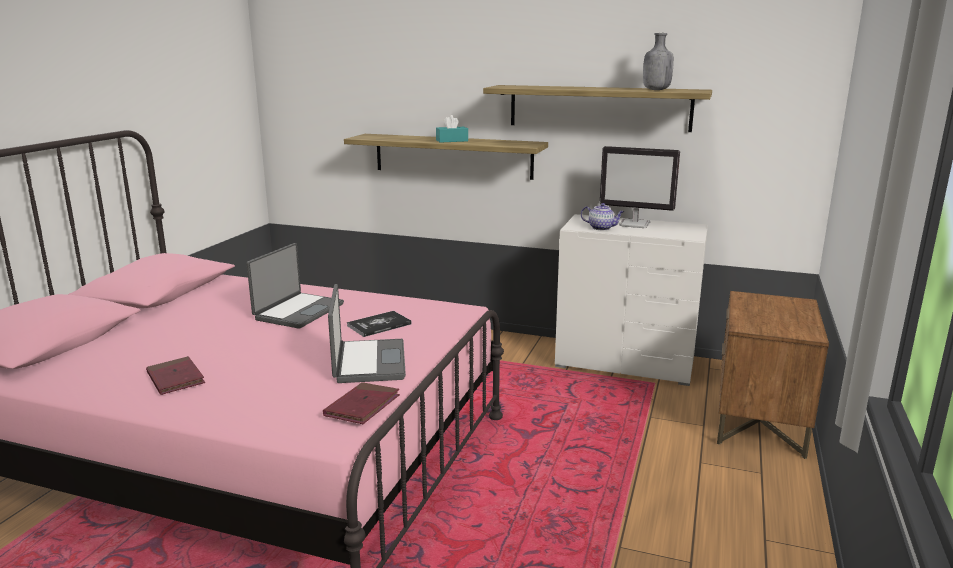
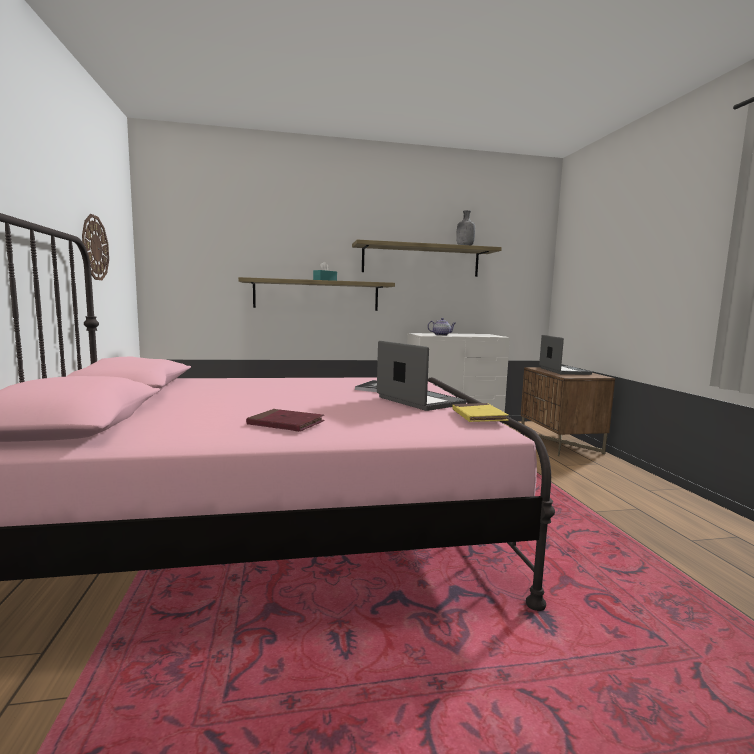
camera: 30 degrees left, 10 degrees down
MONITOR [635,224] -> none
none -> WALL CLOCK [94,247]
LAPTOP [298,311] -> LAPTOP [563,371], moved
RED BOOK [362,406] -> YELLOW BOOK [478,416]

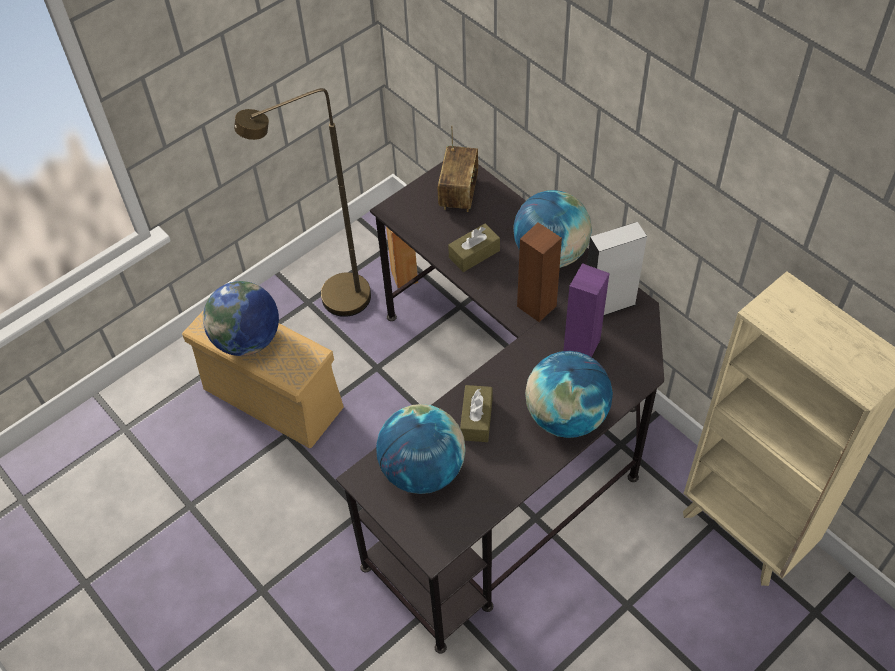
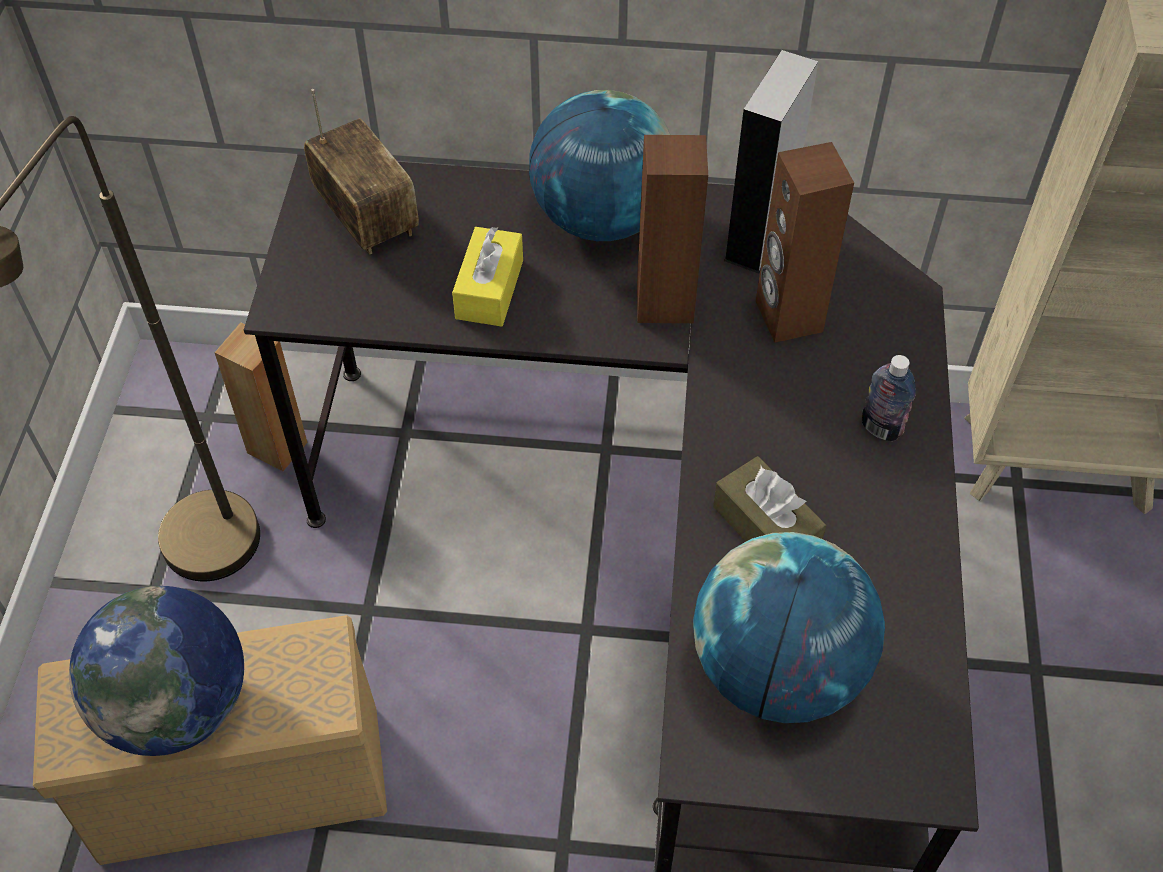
camera: 45 degrees left, 0 degrees up
GLOBE [566,416] -> BOTTLE [881,428]
BROWN TISSUE BOX [474,254] -> YELLOW TISSUE BOX [489,289]
PURPLE SPEAKER [581,346] -> BROWN SPEAKER [787,316]

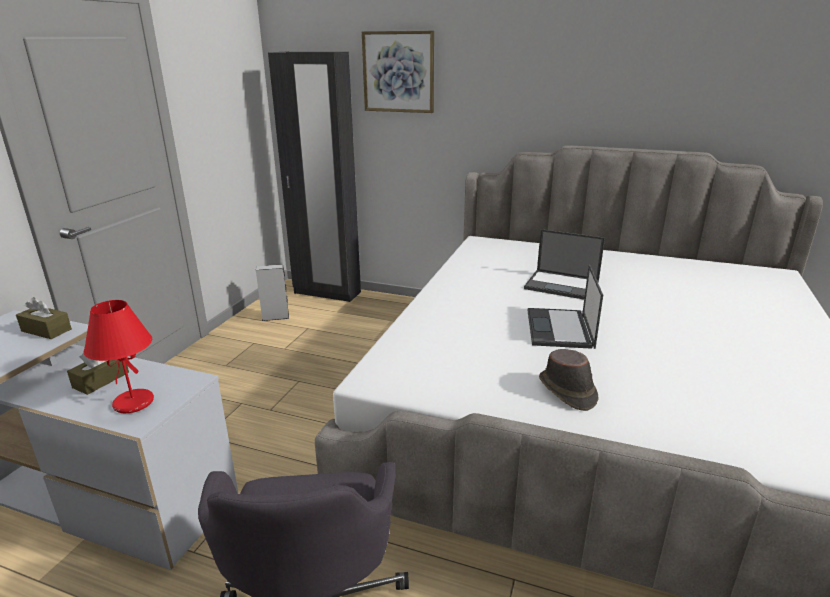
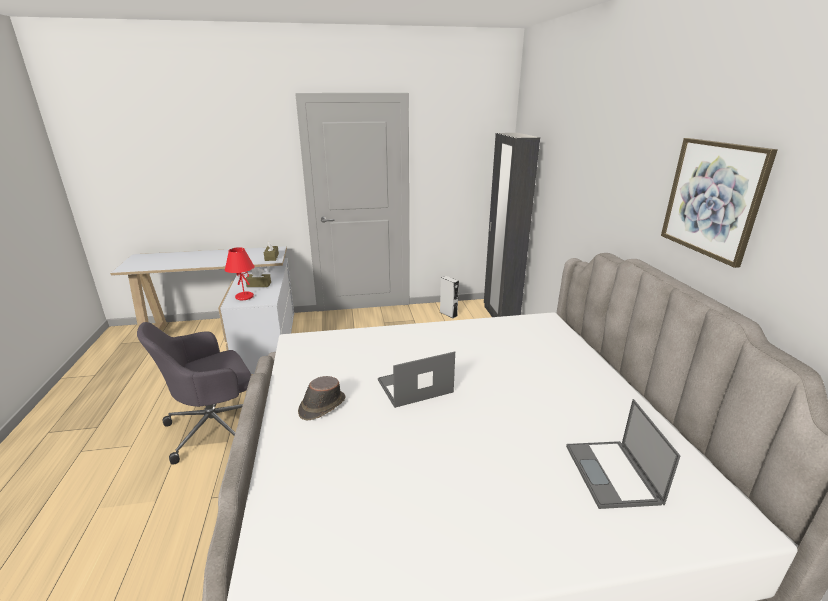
camera: 60 degrees right, 0 degrees up
PICTURE [398,72] -> PICTURE [713,199], moved
LAPTOP [562,285] -> LAPTOP [613,474], moved

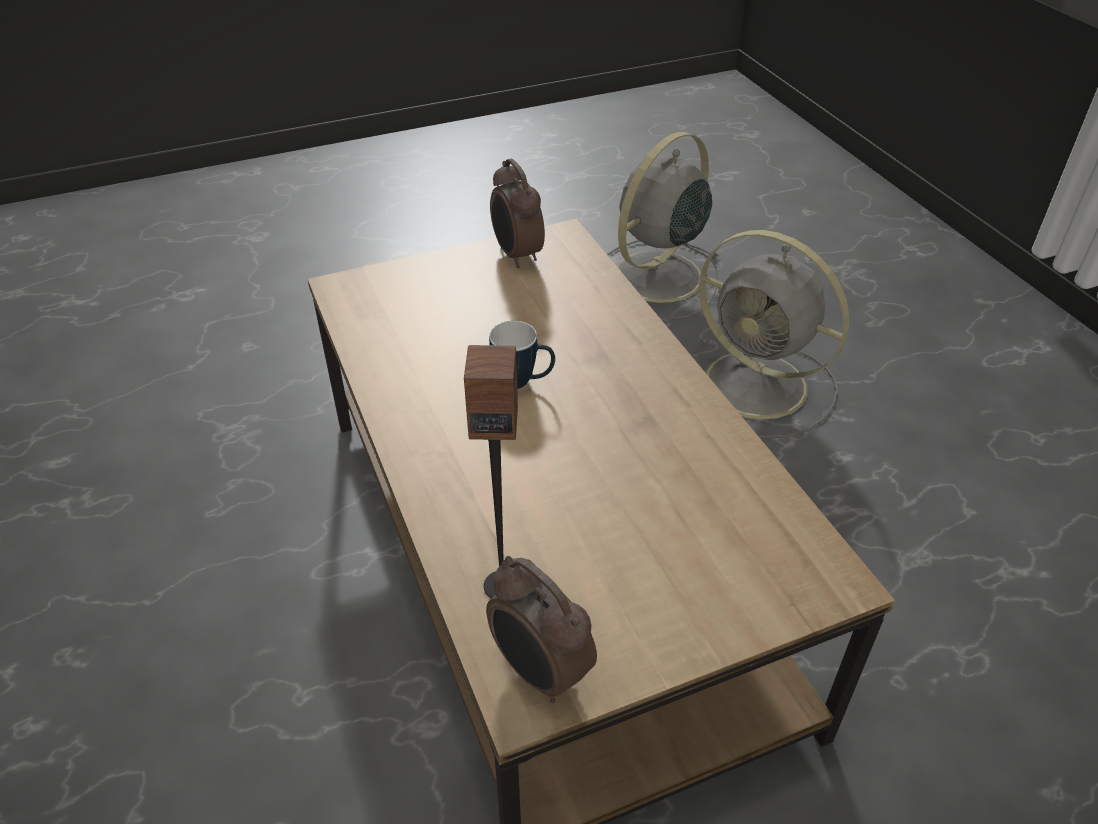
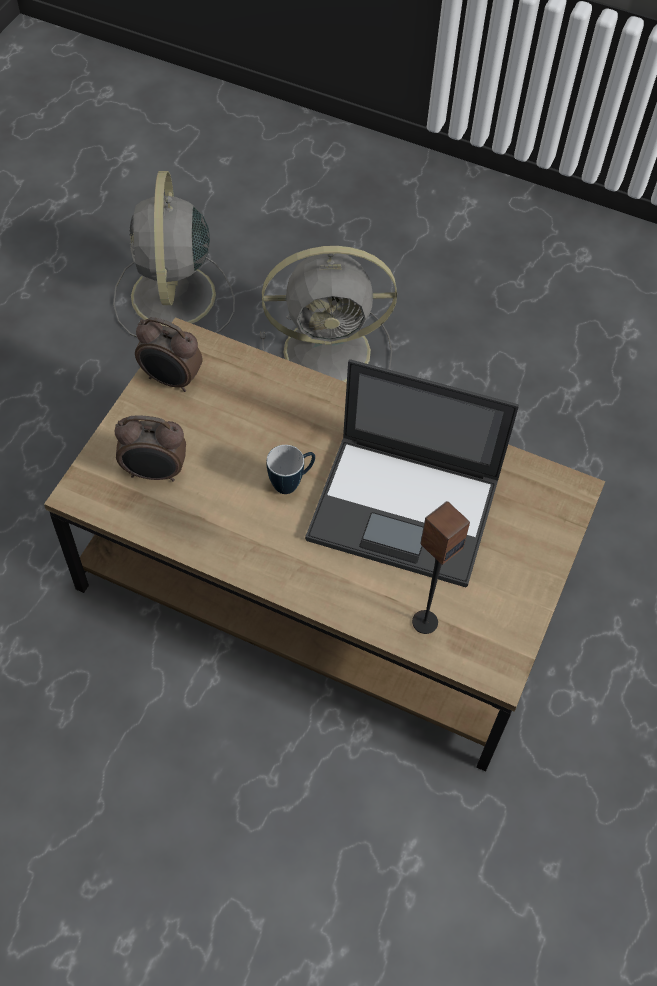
camera: 45 degrees left, 15 degrees up
none -> LAPTOP [406,509]
ALARM CLOCK [539,673] -> ALARM CLOCK [155,473], moved

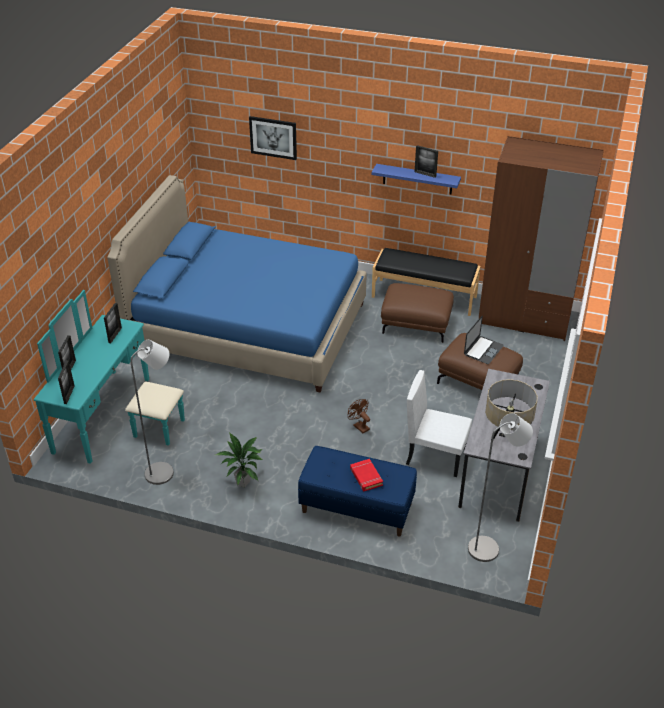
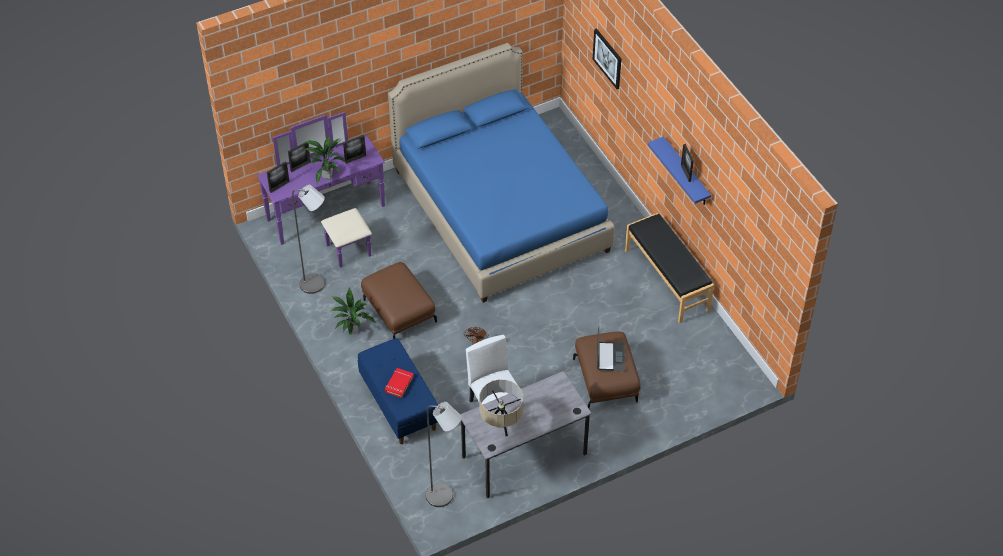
camera: 45 degrees right, 10 degrees up
BROWN WARDROBE [524,318] -> none
none -> POTTED PLANT [327,176]
BROWN OTTOMAN [415,324] -> BROWN OTTOMAN [398,311], moved
TURQUOISE DRESSER [115,417] -> PURPLE DRESSER [331,221]
LAPTOP [483,350] -> LAPTOP [610,356], 75 degrees counterclockwise

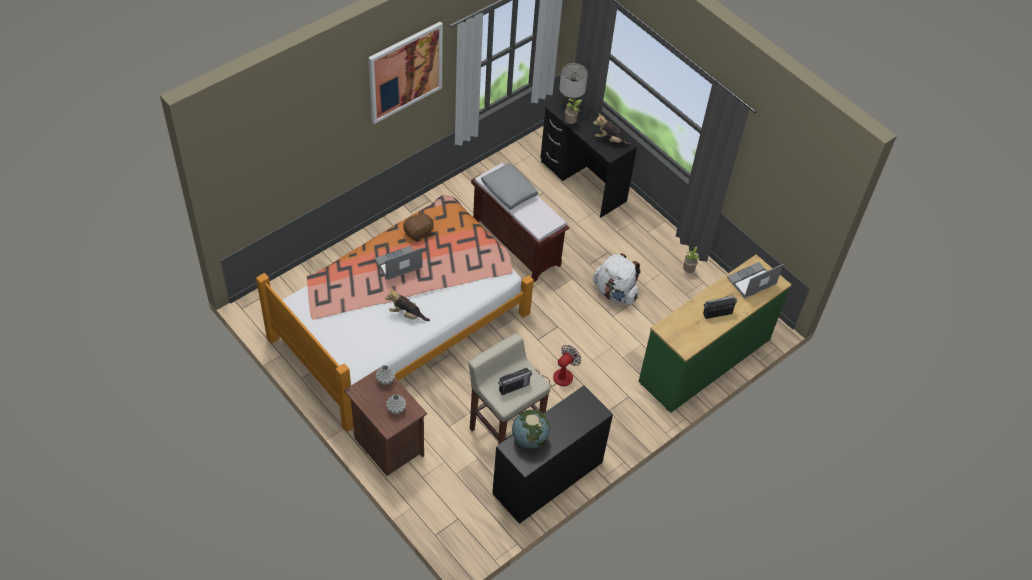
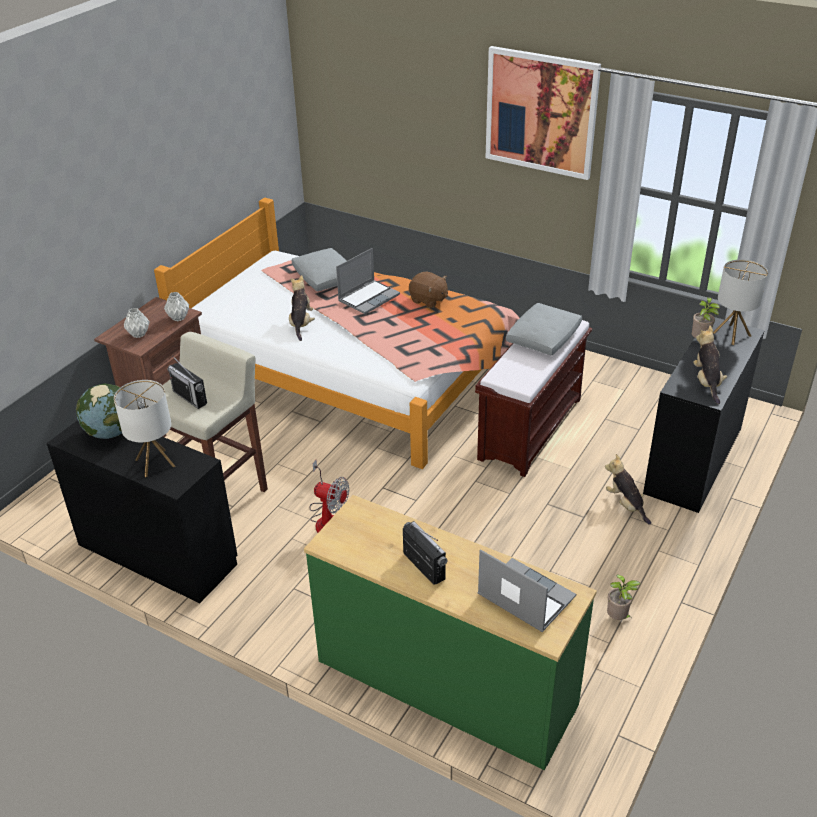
camera: 75 degrees right, 15 degrees down
WHITE BACKPACK [615,292] -> none
none -> TABLE LAMP [155,463]
none -> GREY PILLOW [324,278]
none -> PLUSH TOY [626,505]
LAPTOP [398,265] -> LAPTOP [368,298], 90 degrees clockwise

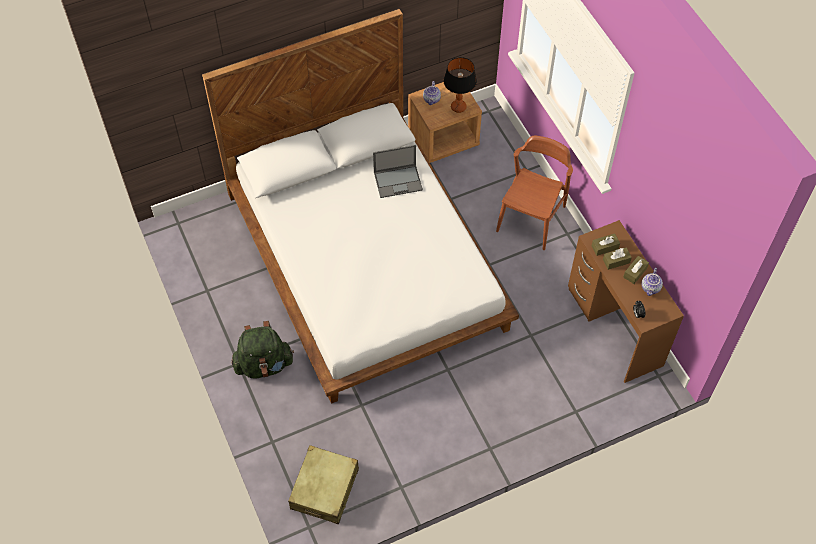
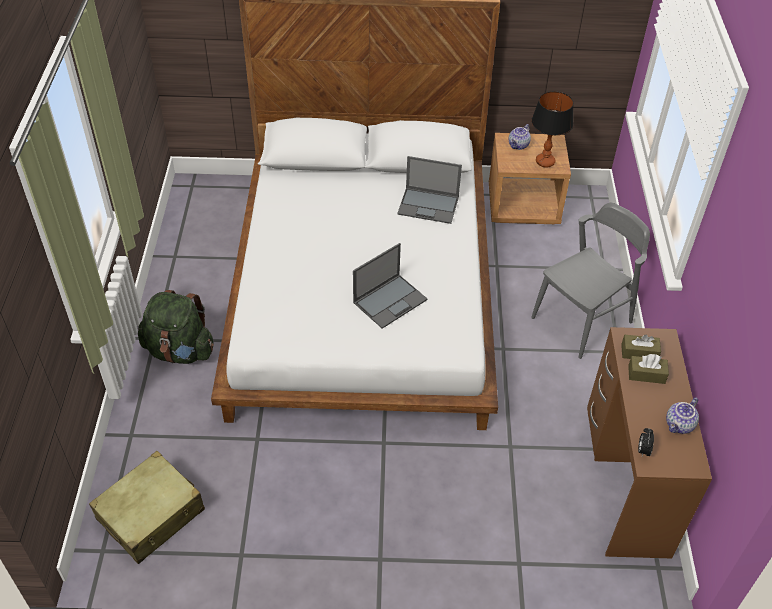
camera: 25 degrees right, 10 degrees down
BROWN TISSUE BOX [635,272] -> none
none -> LAPTOP [390,300]
BROWN CHAIR [531,218] -> GREY CHAIR [582,320]

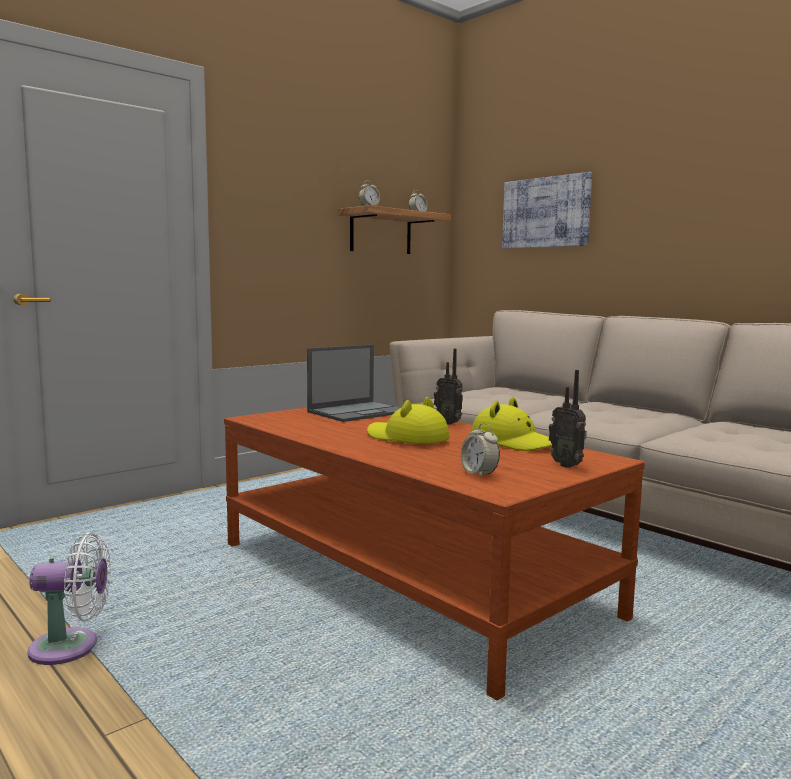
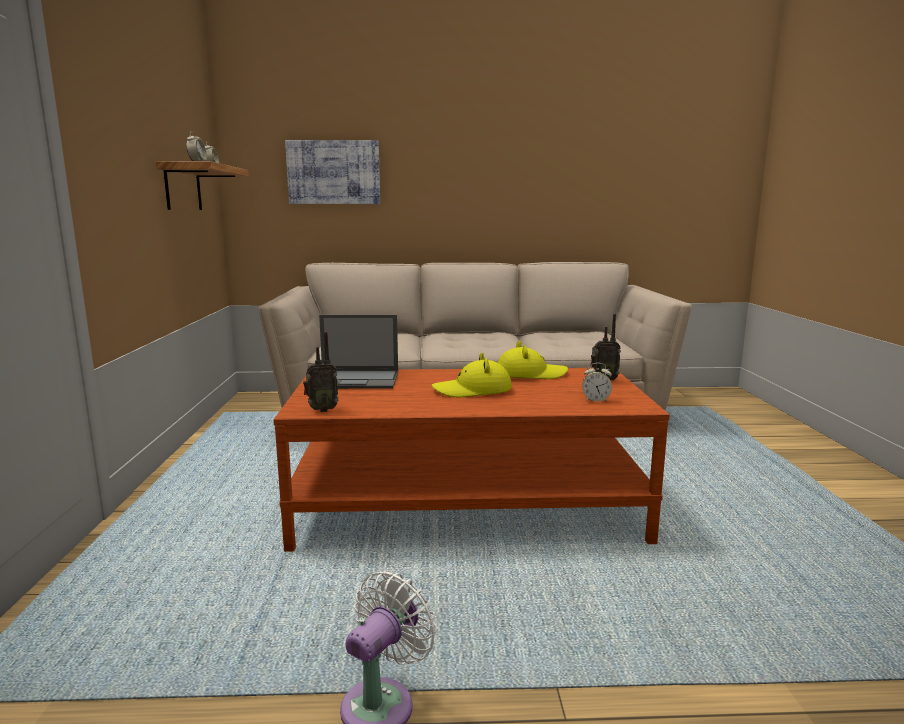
camera: 50 degrees left, 5 degrees up
RADIO [449,423] -> RADIO [321,410], moved
LAPTOP [359,412] -> LAPTOP [357,380], 90 degrees clockwise

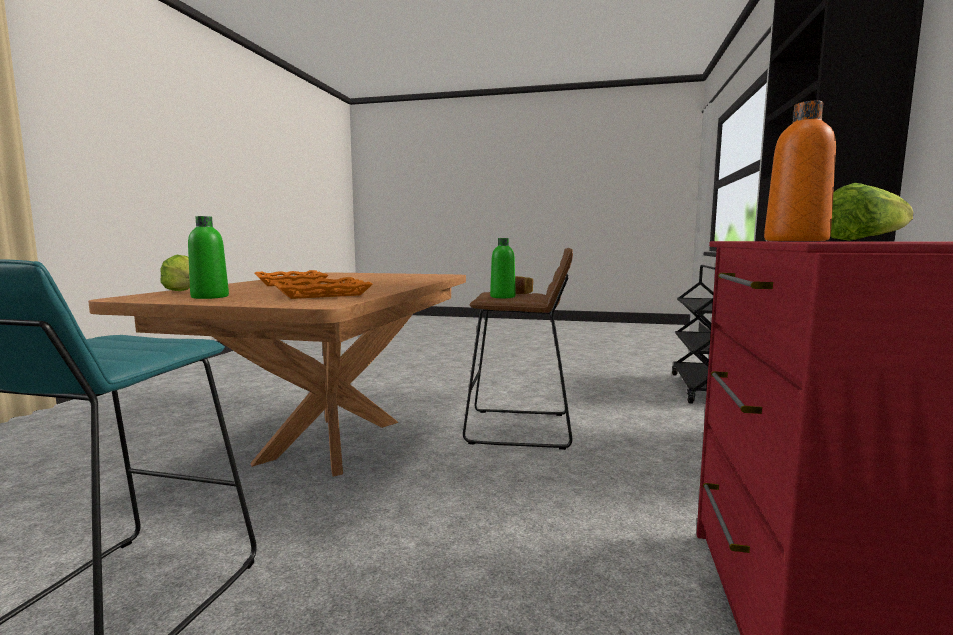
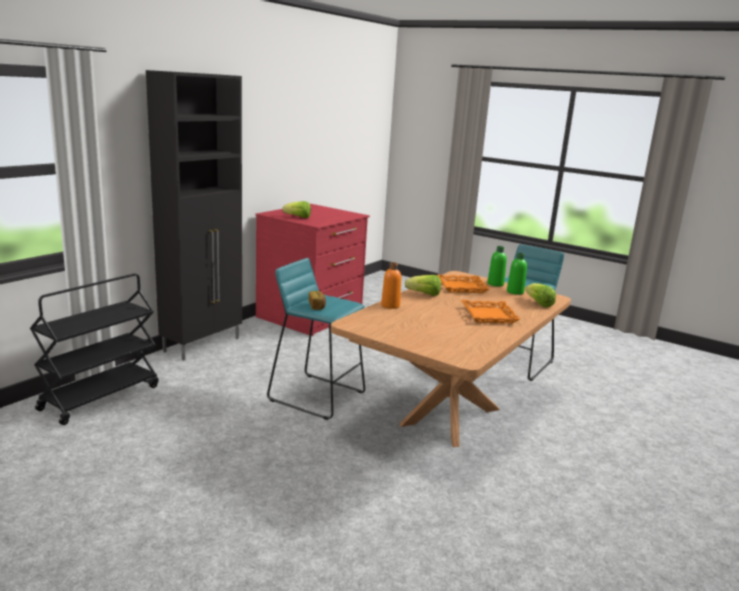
camera: 160 degrees left, 10 degrees up
none -> LETTUCE [424,294]
GREEN BOTTLE [502,297] -> GREEN BOTTLE [495,284], moved
ORANGE BOTTLE [795,240] -> ORANGE BOTTLE [390,305], moved
BROWN STOOL [520,429] -> TURQUOISE STOOL [316,395]

